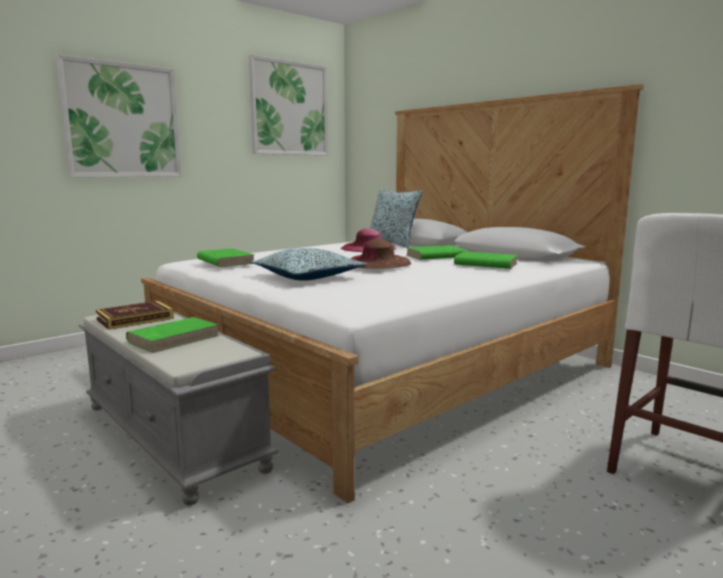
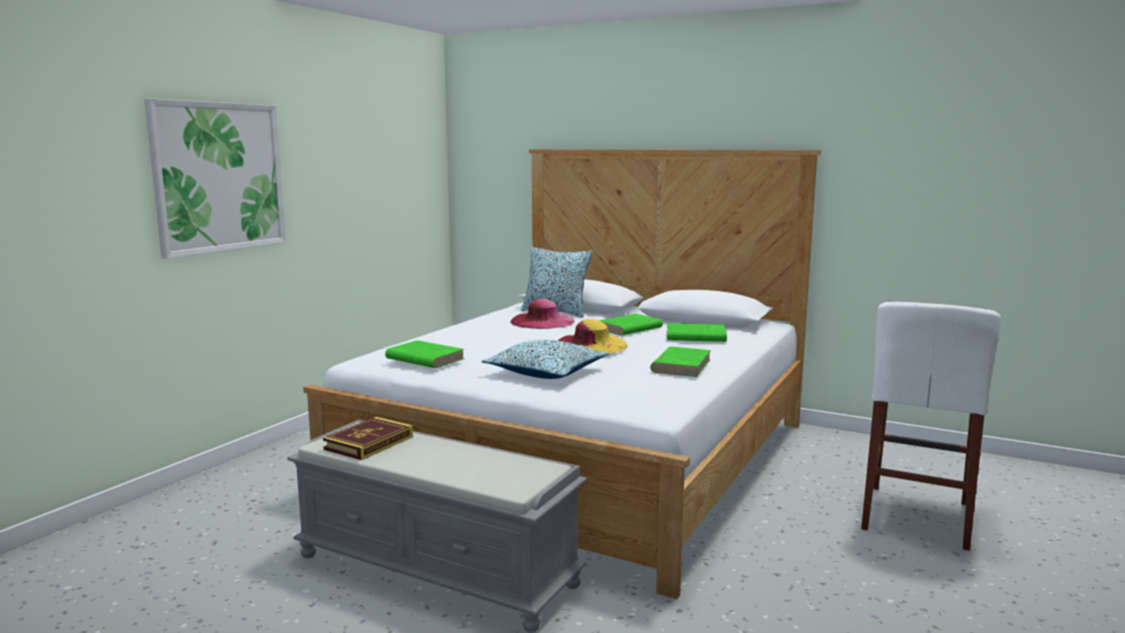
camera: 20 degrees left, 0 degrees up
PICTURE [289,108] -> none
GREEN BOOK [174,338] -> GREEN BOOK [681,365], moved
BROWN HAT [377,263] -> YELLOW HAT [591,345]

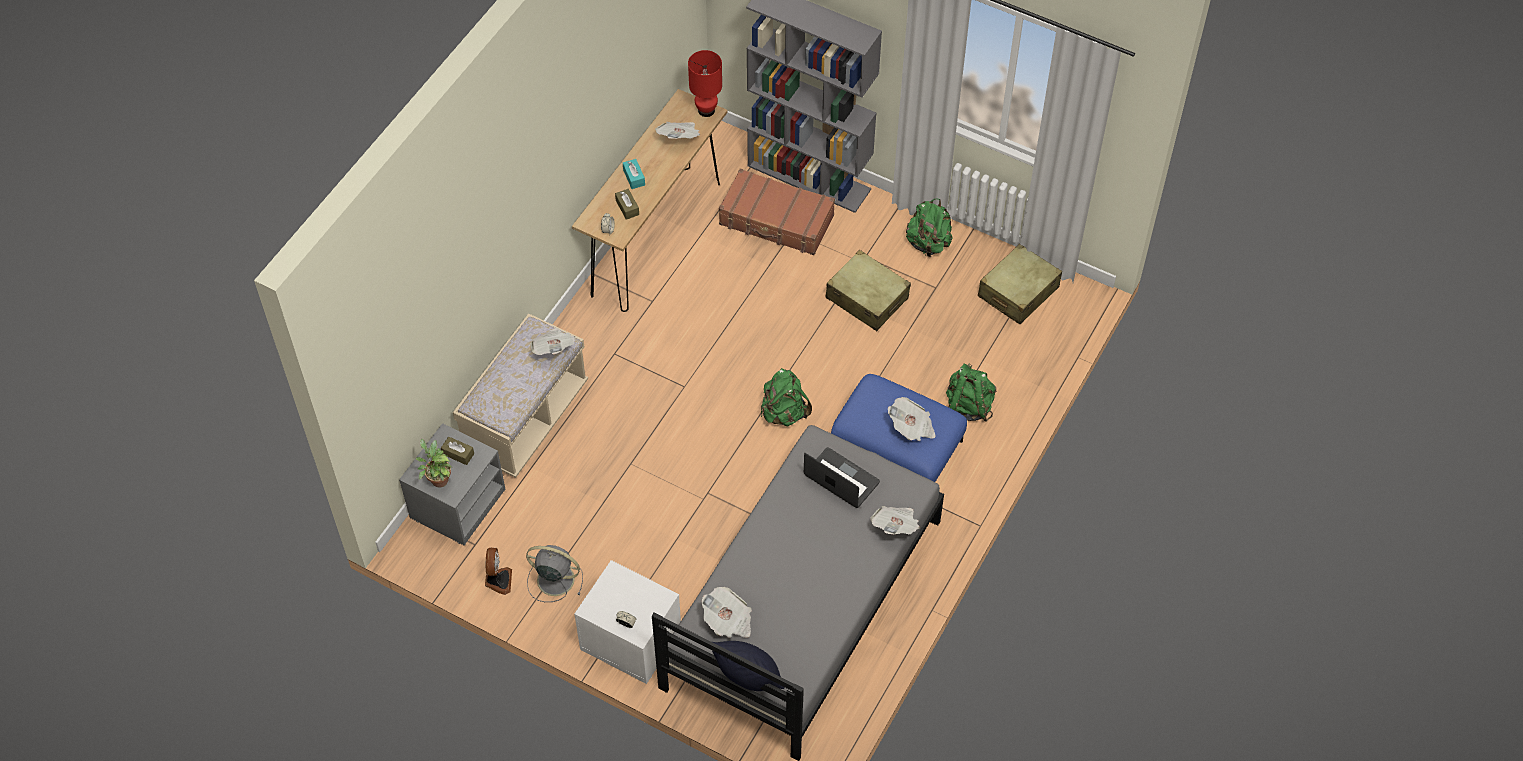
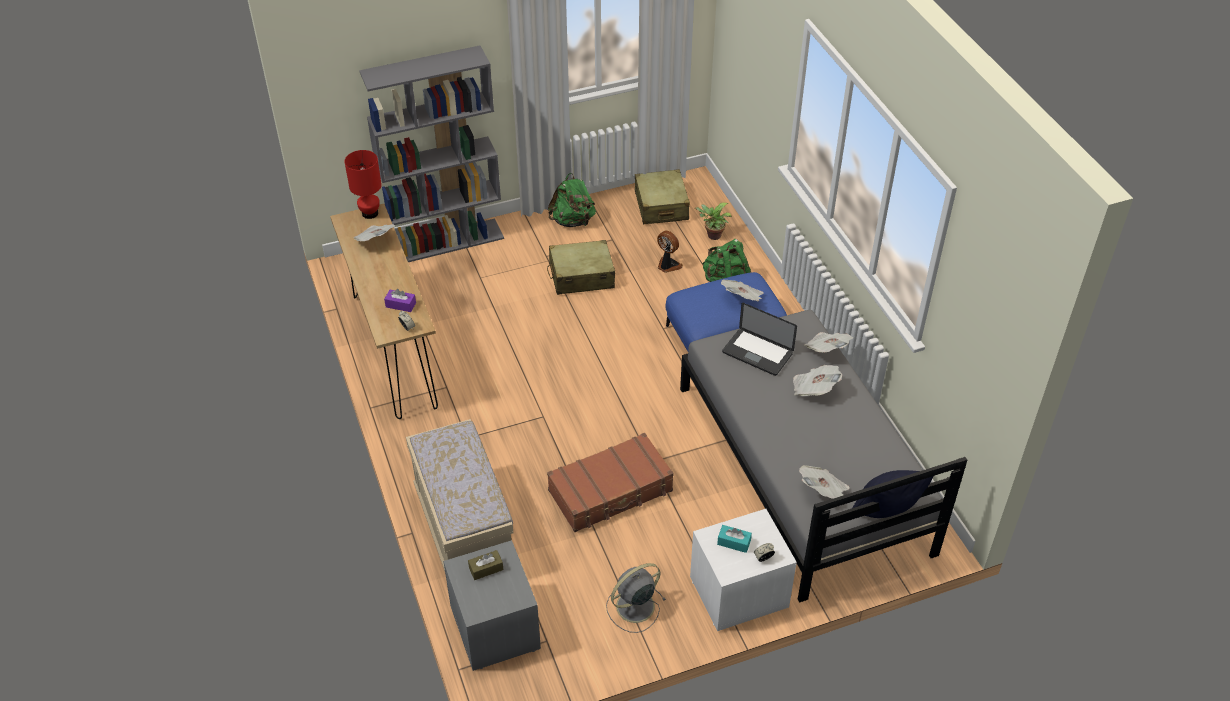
camera: 50 degrees left, 10 degrees down
GREEN BACKPACK [784,413] -> none
POTTED PLANT [438,479] -> POTTED PLANT [712,236], moved
FAN [498,581] -> FAN [667,265], moved
NEWSPAPER [553,349] -> NEWSPAPER [814,389], moved
TURQUOISE TISSUE BOX [634,177] -> TURQUOISE TISSUE BOX [734,542], moved
BROWN SUITCASE [776,221] -> BROWN SUITCASE [611,491], moved
BROWN TISSUE BOX [627,207] -> PURPLE TISSUE BOX [401,305]
LAPTOP [841,479] -> LAPTOP [757,353], 135 degrees counterclockwise

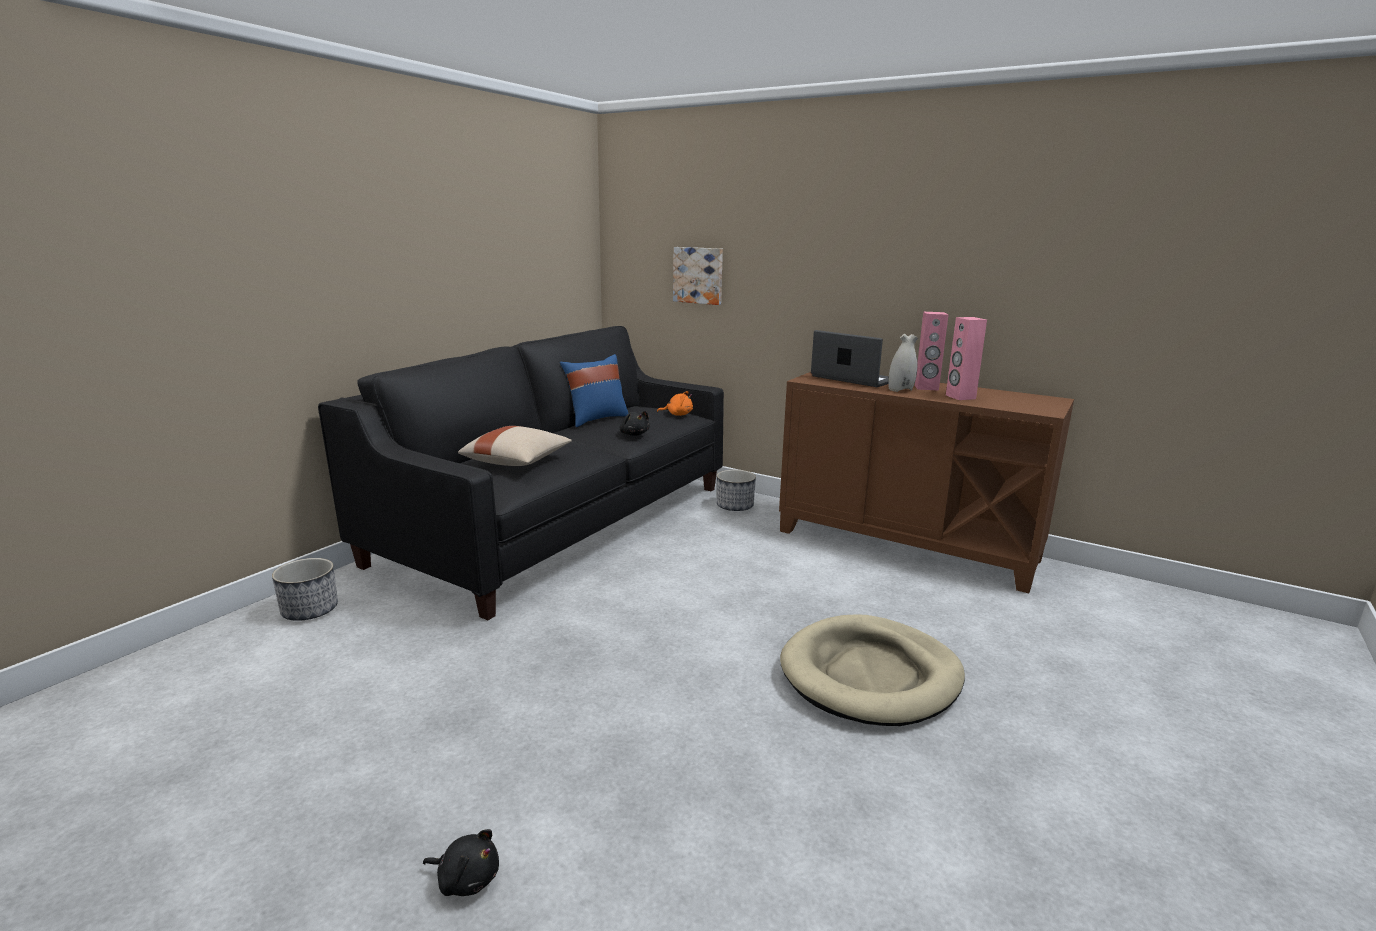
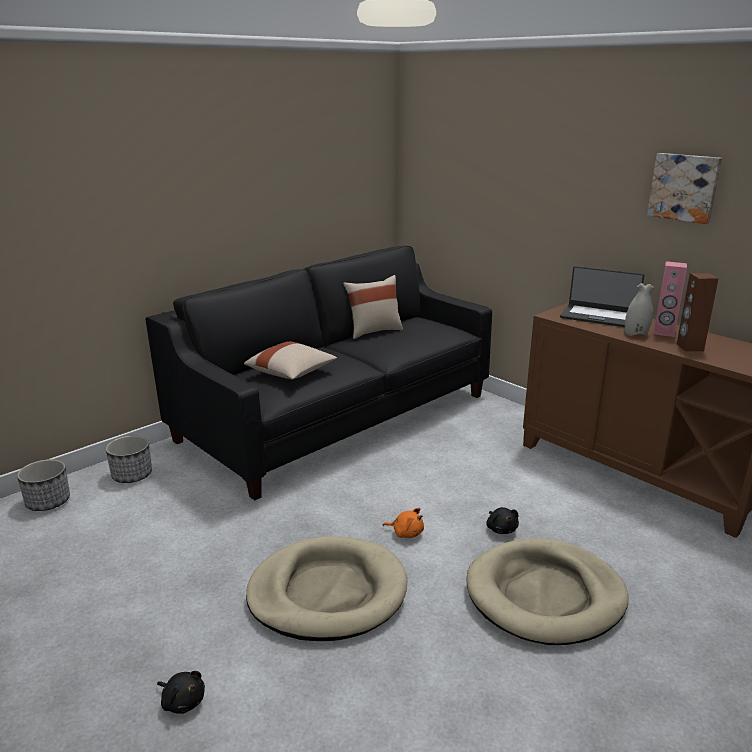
camera: 15 degrees right, 5 degrees up
none -> BEIGE DOG BED [327,593]
BLACK PLUSH TOY [634,434] -> BLACK PLUSH TOY [501,529], moved
ORANGE PLUSH TOY [677,415] -> ORANGE PLUSH TOY [406,533], moved
PICTURE [698,275] -> PICTURE [684,187], moved
PLANTER [735,506] -> PLANTER [48,502], moved
BLUE PILLOW [596,419] -> BEIGE PILLOW [373,331]
PINK SPEAKER [960,397] -> BROWN SPEAKER [689,347]
LAPTOP [853,379] -> LAPTOP [599,316], 150 degrees clockwise

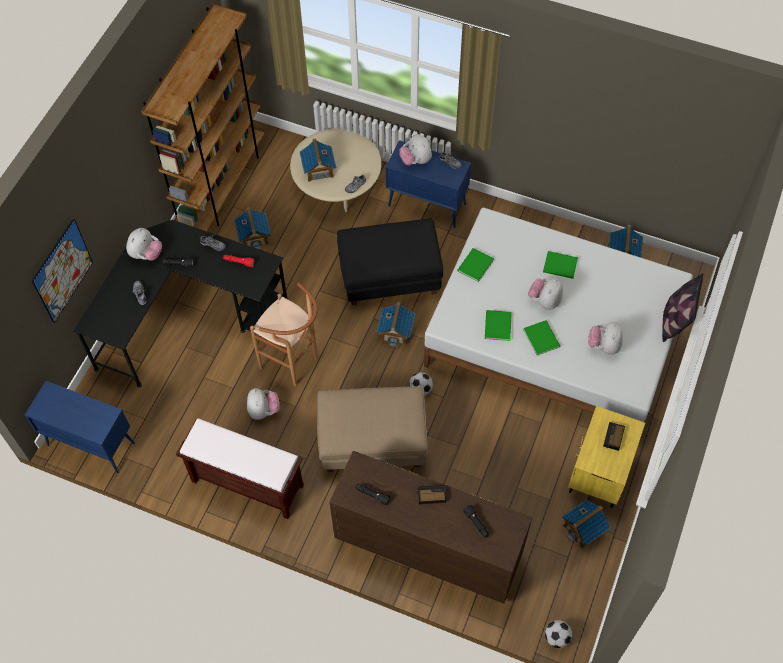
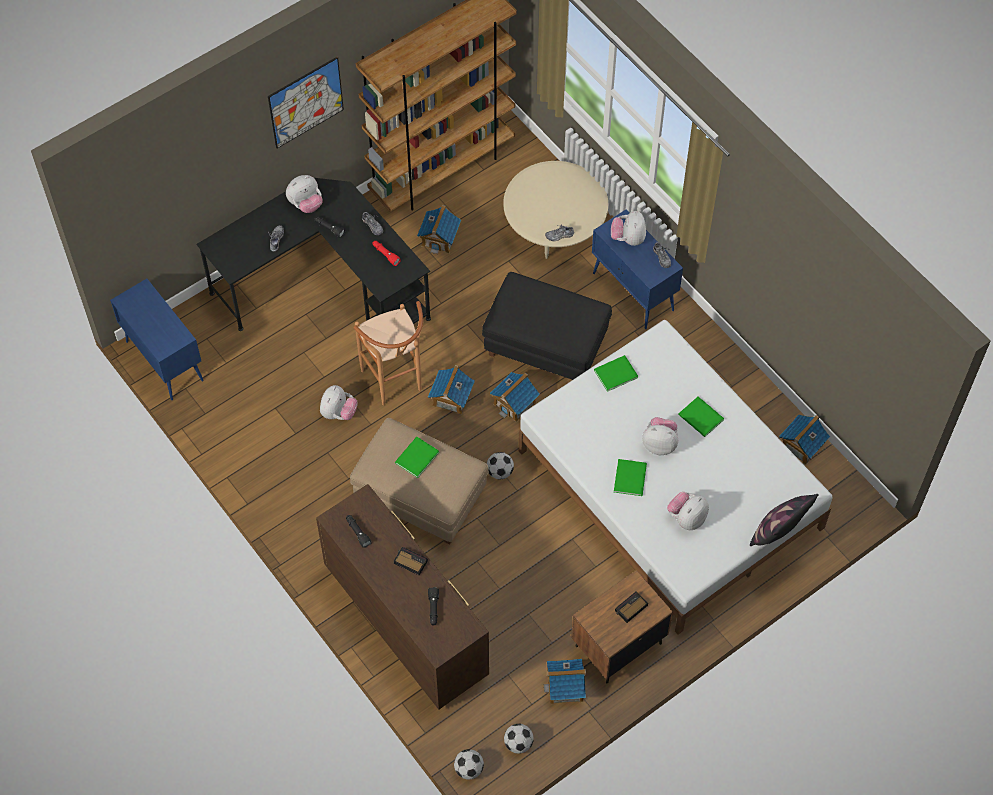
camera: 30 degrees right, 0 degrees up
BROWN BENCH [246,483] -> none
none -> FOOTBALL [518,743]
PICTURE [62,271] -> PICTURE [306,102], moved
TOY HOUSE [318,169] -> TOY HOUSE [451,398], moved
GREEN BOOK [497,327] -> GREEN BOOK [415,458], moved
YELLOW NIGHTSTAND [598,473] -> BROWN NIGHTSTAND [617,645]
PLUSH TOY [544,301] -> PLUSH TOY [660,444], 45 degrees clockwise

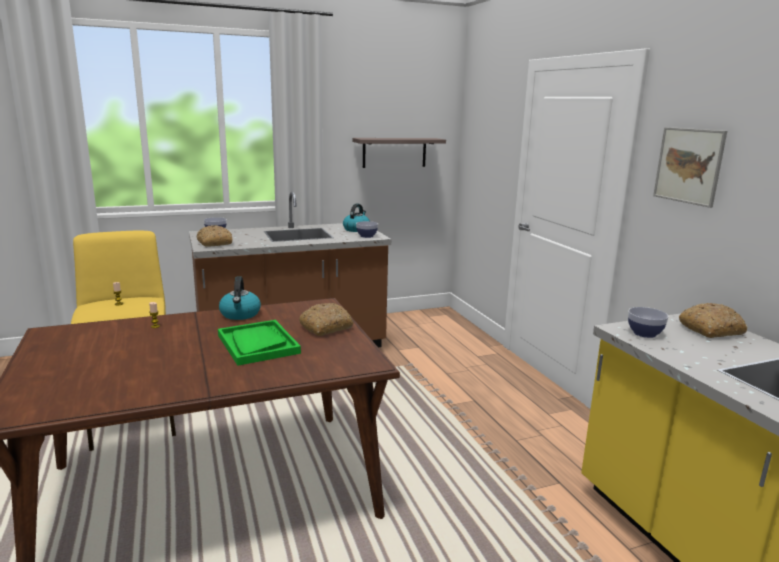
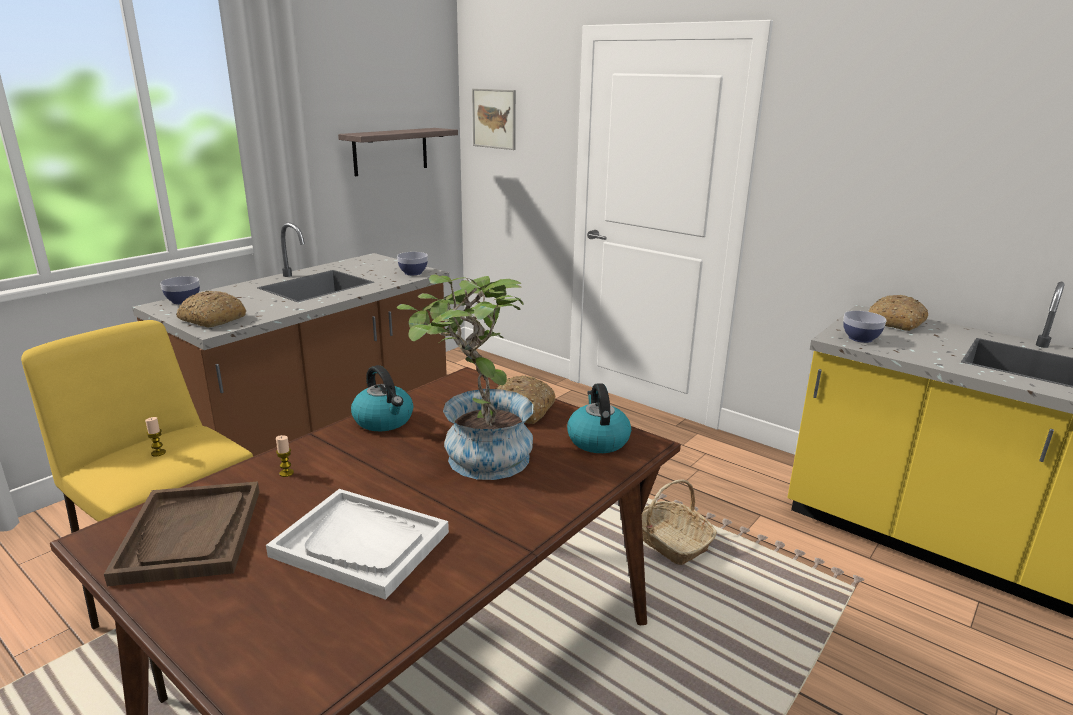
camera: 30 degrees left, 5 degrees up
none -> BROWN TRAY [191,534]
none -> WHITE TRAY [361,544]
none -> BASKET [670,541]
KETTLE [356,229] -> KETTLE [597,440], moved
PICTURE [688,165] -> PICTURE [494,118], moved
GREEN TRAY [257,344] -> POTTED PLANT [475,457]

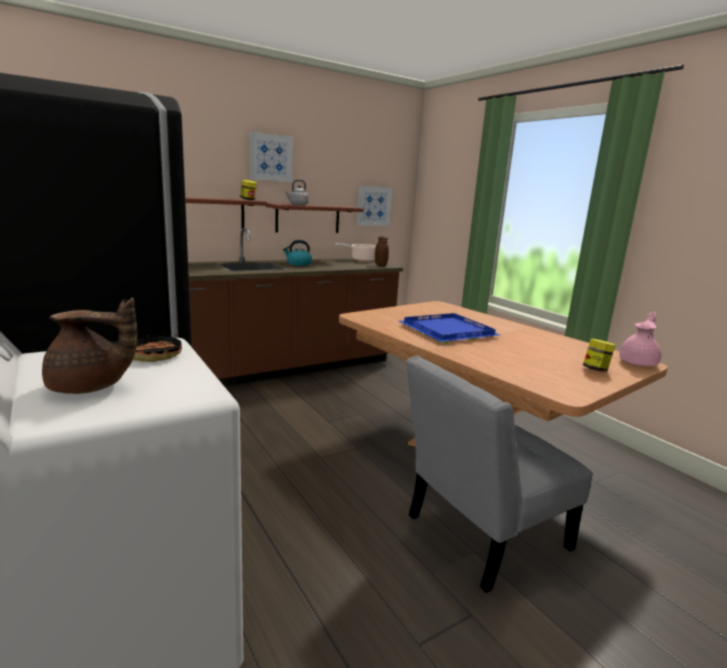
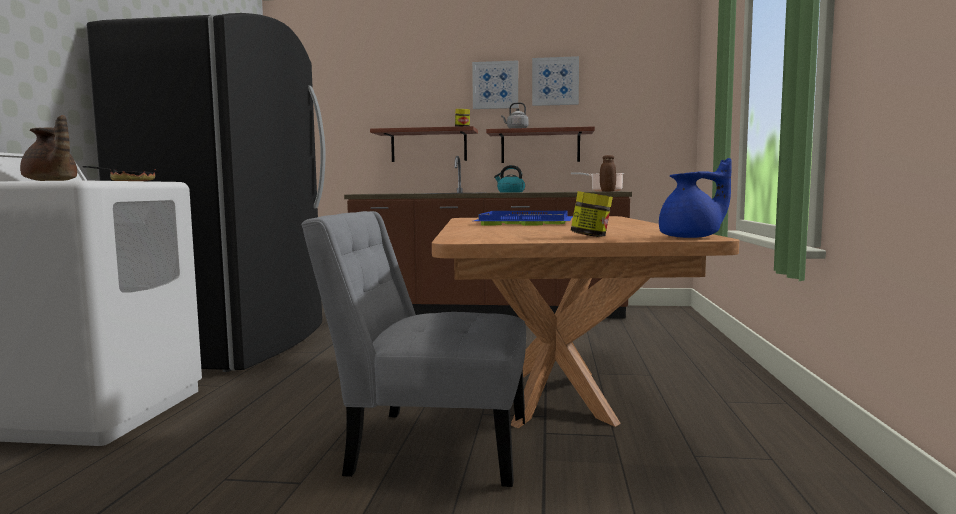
camera: 40 degrees right, 10 degrees down
PICTURE [373,206] -> PICTURE [555,81], moved
PINK TEAPOT [639,363] -> BLUE TEAPOT [692,237]

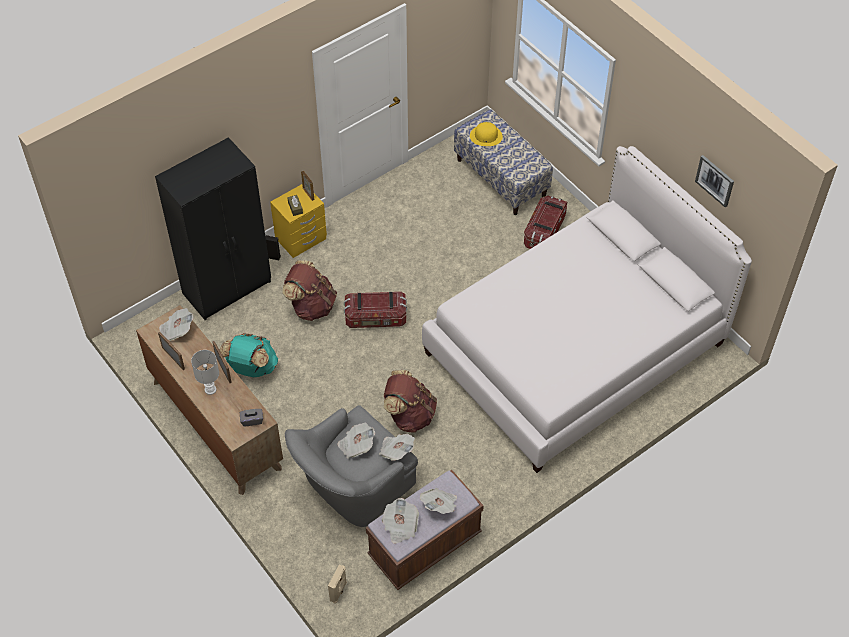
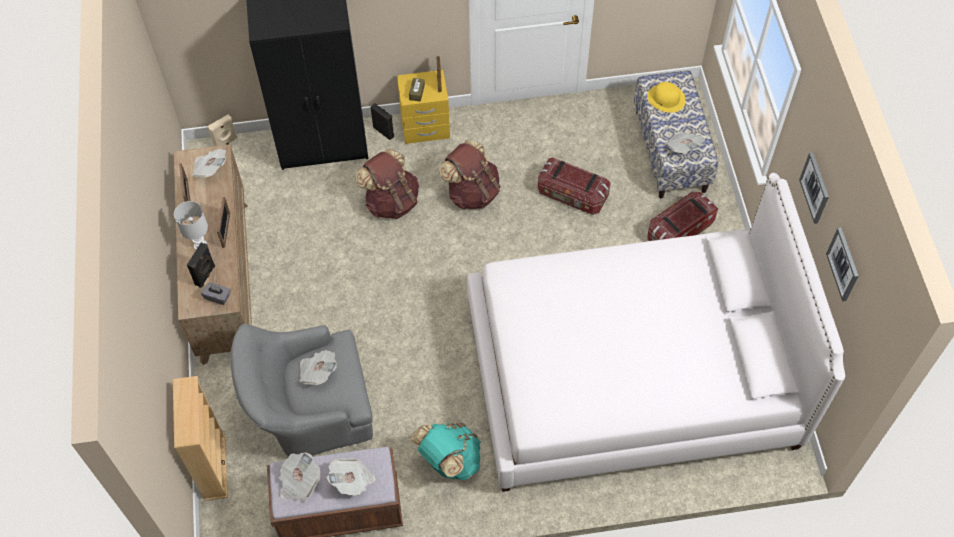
camera: 30 degrees right, 5 degrees up
none -> BEIGE BOOKCASE [214,467]
none -> BLACK SPEAKER [206,275]
none -> PICTURE [815,187]
TURQUOISE BACKPACK [251,368] -> TURQUOISE BACKPACK [449,460], moved
BEIGE SPEAKER [339,592] -> BEIGE SPEAKER [226,143], moved
STORAGE BOX [376,318] -> STORAGE BOX [572,195], moved
NEWSPAPER [396,451] -> NEWSPAPER [683,147], moved
BROWN BACKPACK [409,415] -> BROWN BACKPACK [472,192], moved

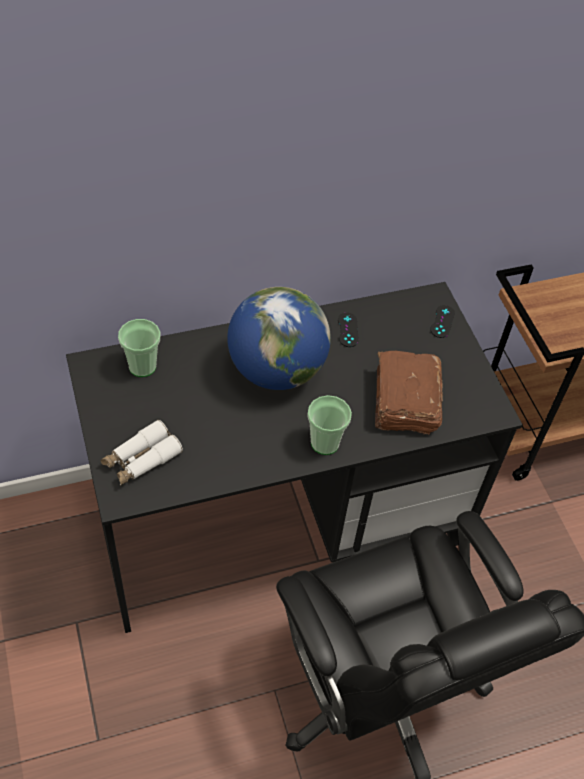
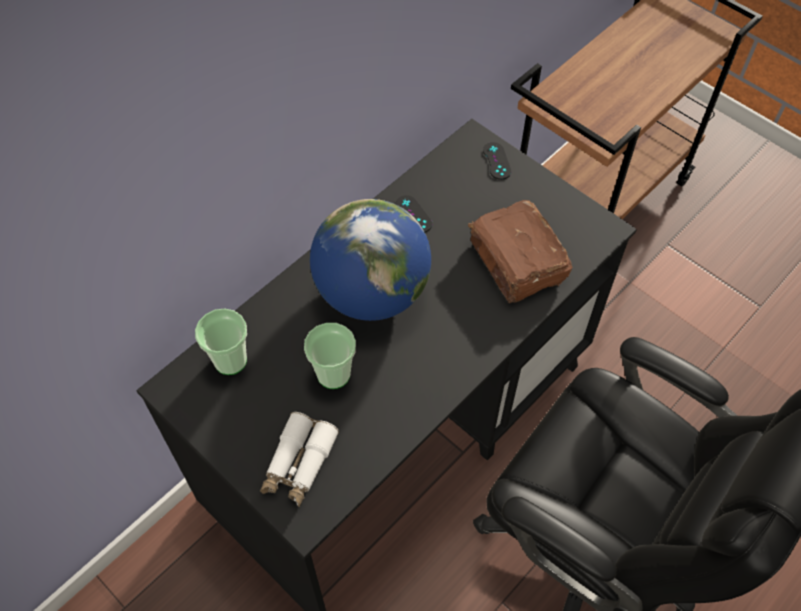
camera: 25 degrees left, 5 degrees up
CUP [325,443] -> CUP [333,374], moved

